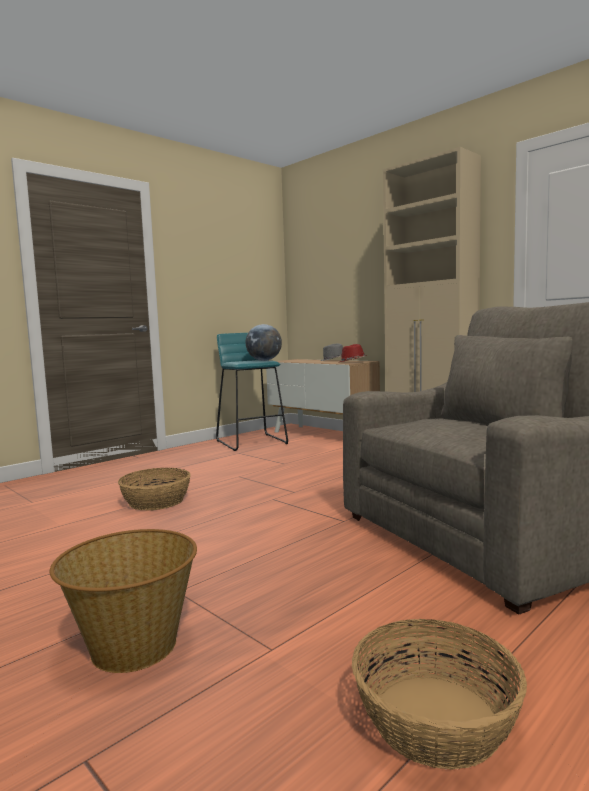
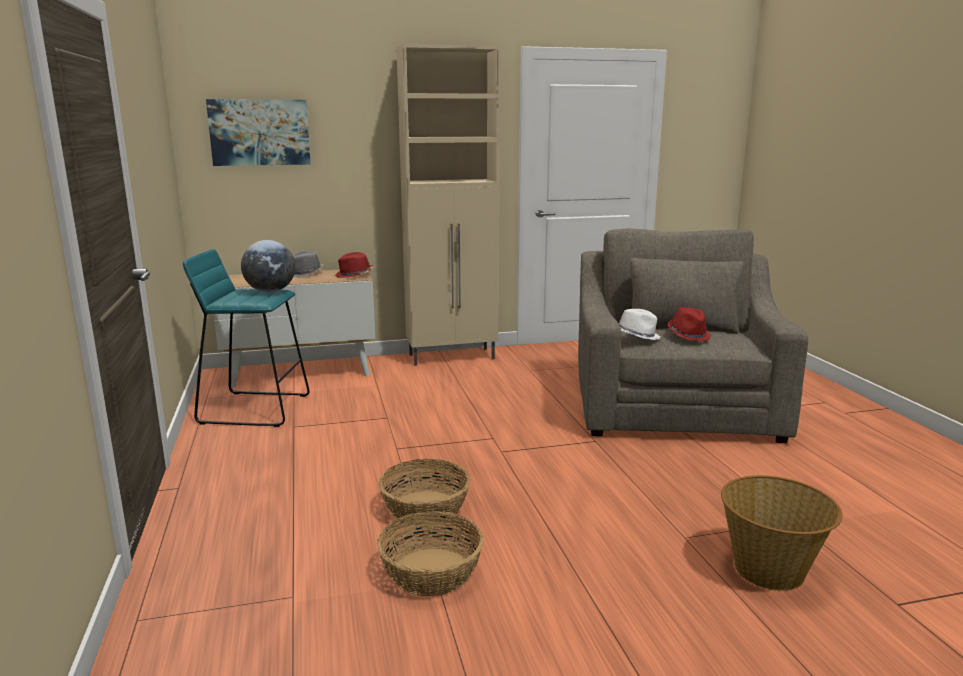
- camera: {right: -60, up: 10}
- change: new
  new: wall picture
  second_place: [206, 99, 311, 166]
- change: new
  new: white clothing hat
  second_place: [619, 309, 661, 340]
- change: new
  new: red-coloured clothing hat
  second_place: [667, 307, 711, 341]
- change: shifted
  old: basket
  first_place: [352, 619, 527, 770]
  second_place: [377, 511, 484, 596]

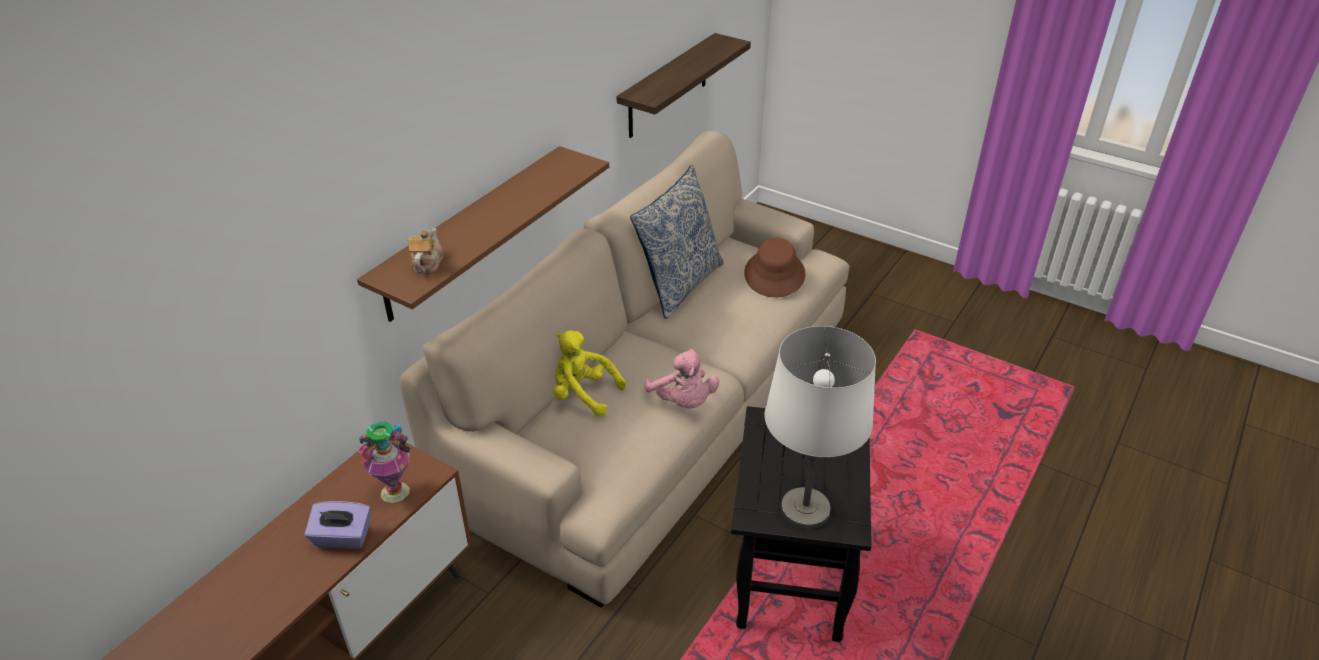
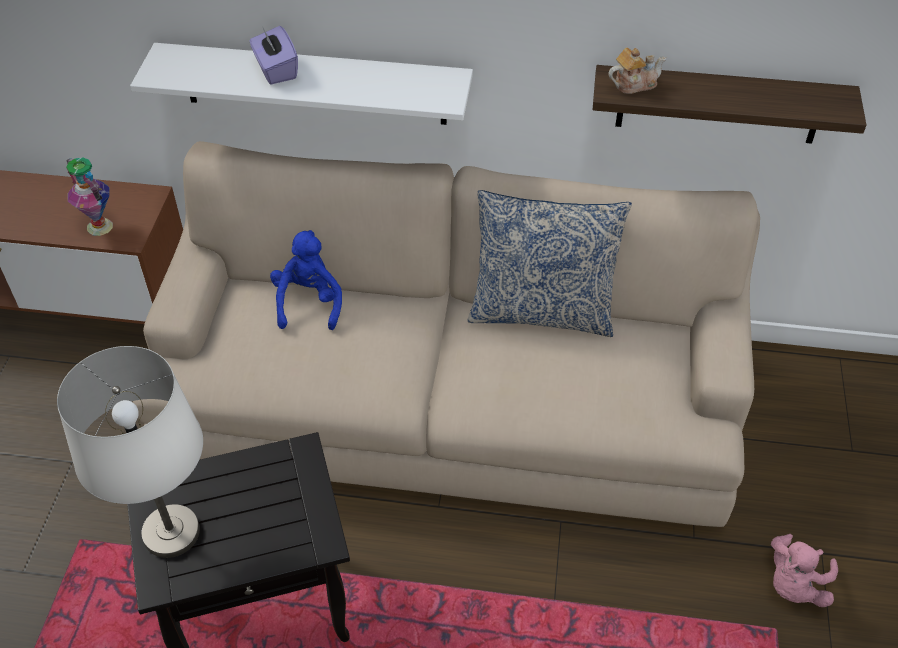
- camera: {right: 65, up: 10}
- change: gone
  old: brown-coloured clothing hat
  first_place: [744, 238, 806, 297]
- change: shifted
  old: purple tissue holder
  first_place: [305, 501, 371, 549]
  second_place: [250, 26, 298, 84]
- change: shifted
  old: pot for tea
  first_place: [409, 227, 444, 274]
  second_place: [608, 48, 666, 94]
- change: shifted
  old: pink-coloured plush toy
  first_place: [644, 349, 719, 409]
  second_place: [771, 534, 838, 607]
- change: repainted
  old: brown-coloured wall shelf
  new: white wall shelf
  first_place: [357, 146, 609, 322]
  second_place: [130, 43, 473, 125]
- change: repainted
  old: yellowish plush toy
  new: bluish plush toy
  first_place: [553, 330, 626, 417]
  second_place: [270, 230, 342, 330]

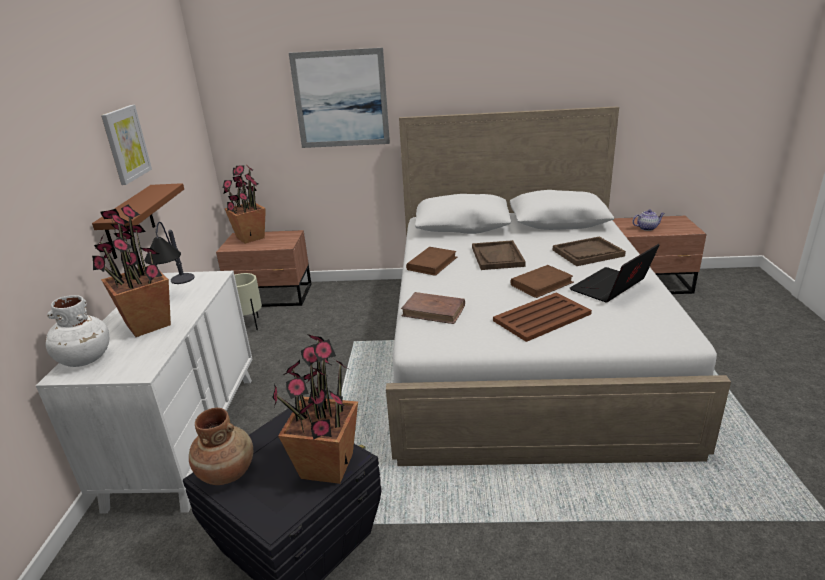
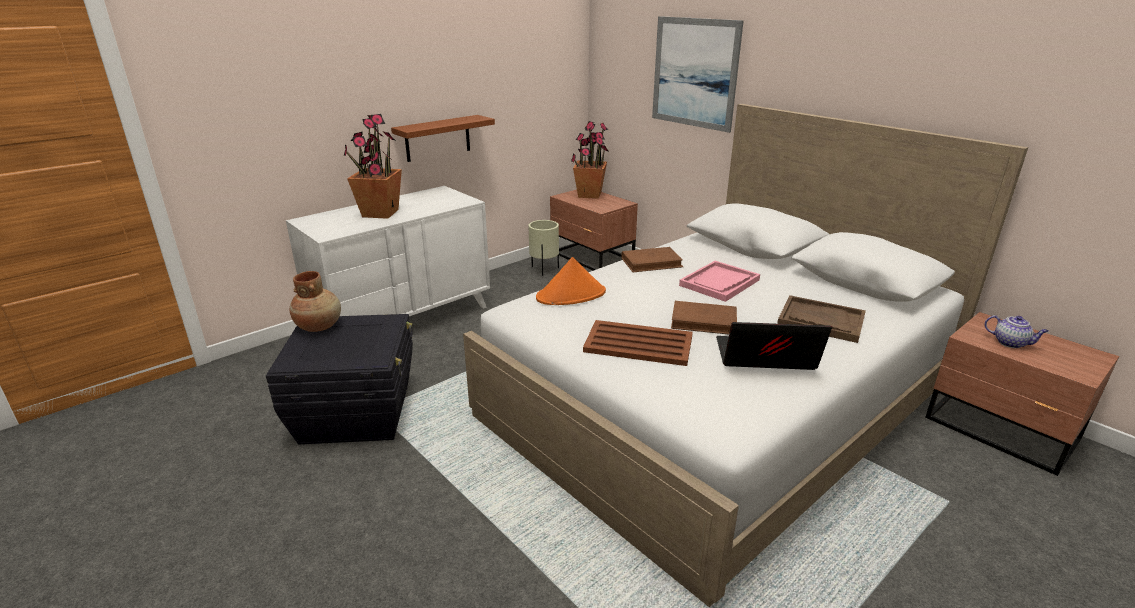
- camera: {right: 45, up: 0}
- change: gone
  old: white vase
  first_place: [45, 295, 109, 367]
- change: gone
  old: wall picture
  first_place: [101, 105, 152, 185]
- change: gone
  old: table lamp
  first_place: [144, 222, 195, 284]
- change: gone
  old: houseplant
  first_place: [272, 334, 358, 484]
- change: swapped
  old: brown-coloured bound book
  new: orangey clothing hat
  first_place: [401, 292, 465, 324]
  second_place: [536, 257, 606, 305]
- change: repainted
  old: brown-coloured carrying tray
  new: pink-coloured carrying tray
  first_place: [472, 240, 526, 270]
  second_place: [679, 261, 760, 302]

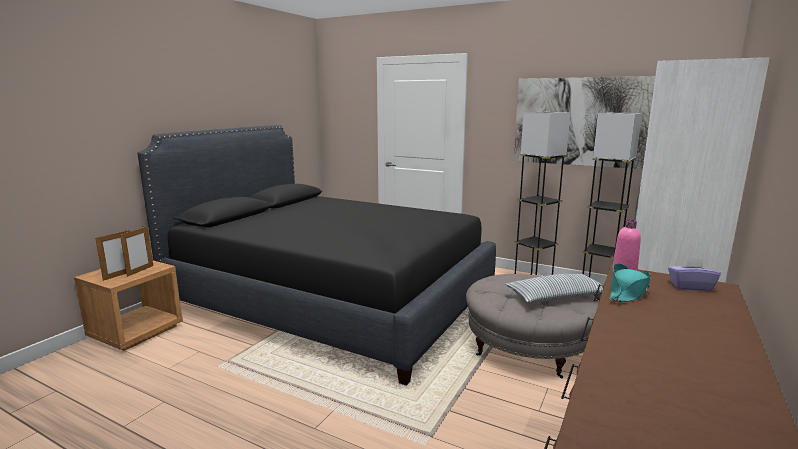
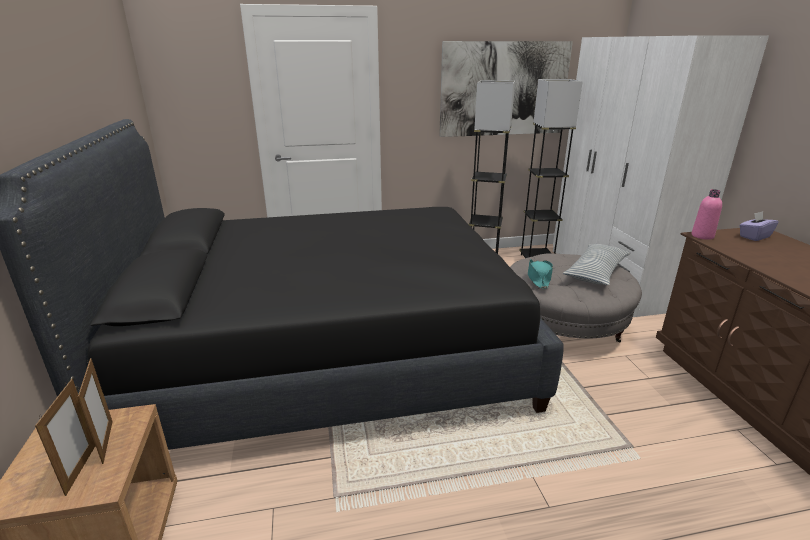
- camera: {right: -40, up: 10}
- change: shifted
  old: turquoise clothing hat
  first_place: [609, 263, 651, 302]
  second_place: [528, 259, 553, 289]

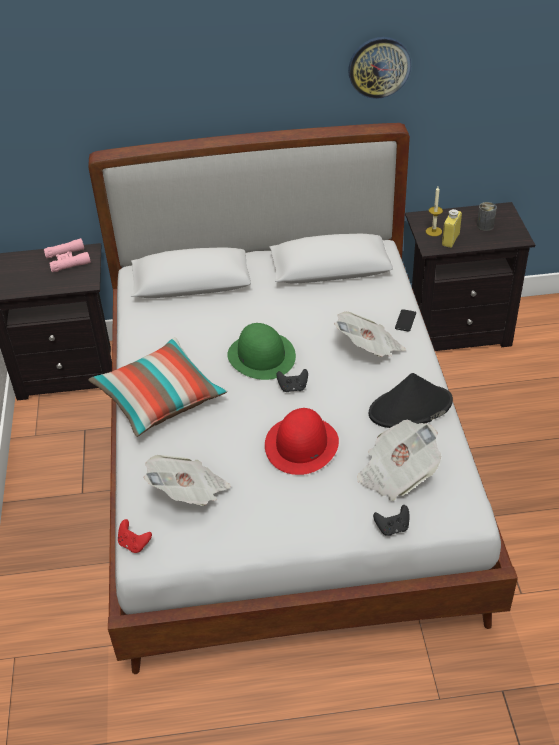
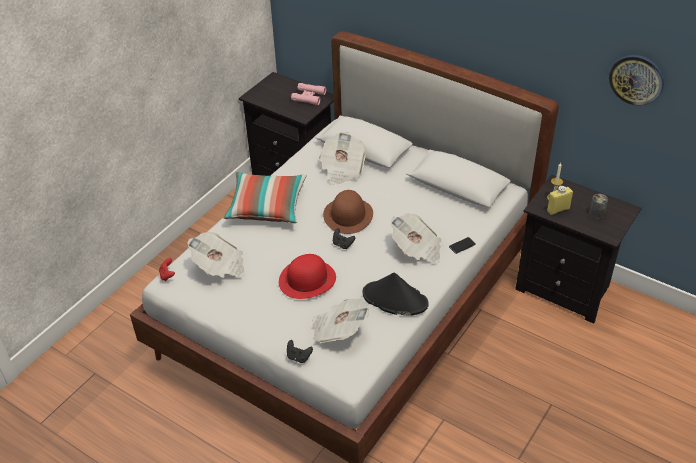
- camera: {right: 40, up: 0}
- change: new
  new: newspaper
  second_place: [319, 132, 367, 185]
- change: shifted
  old: wall clock
  first_place: [348, 37, 411, 99]
  second_place: [609, 55, 664, 106]
- change: repainted
  old: green clothing hat
  new: brown-coloured clothing hat
  first_place: [227, 323, 296, 380]
  second_place: [323, 190, 373, 234]

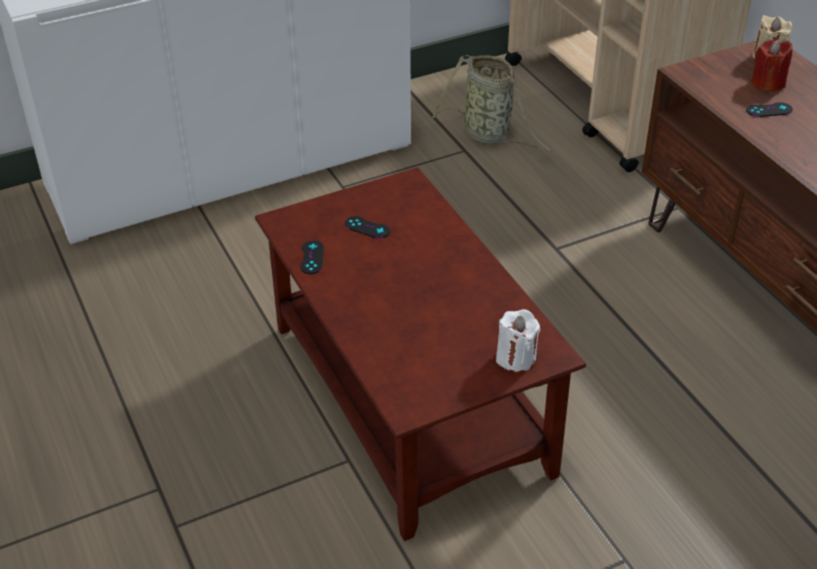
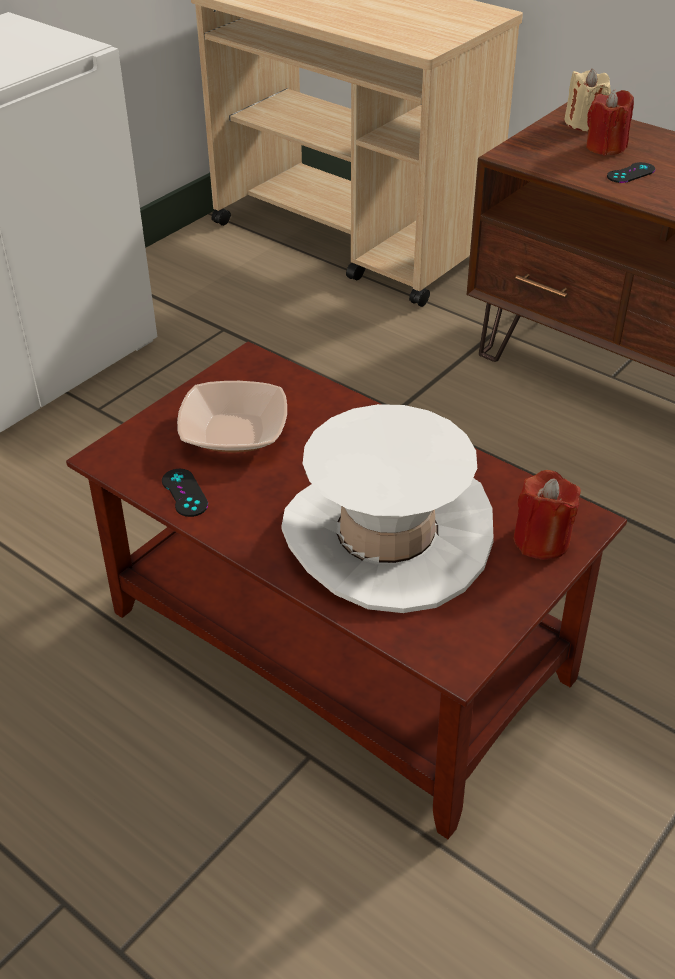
- camera: {right: -25, up: 0}
- change: gone
  old: basket
  first_place: [433, 55, 552, 152]
- change: new
  new: white clothing hat
  second_place: [281, 404, 494, 613]
- change: swapped
  old: black-coloured joypad
  new: deep dish
  first_place: [345, 216, 390, 239]
  second_place: [177, 381, 287, 453]
- change: repainted
  old: white candle
  new: red-coloured candle
  first_place: [496, 309, 541, 372]
  second_place: [514, 470, 581, 560]

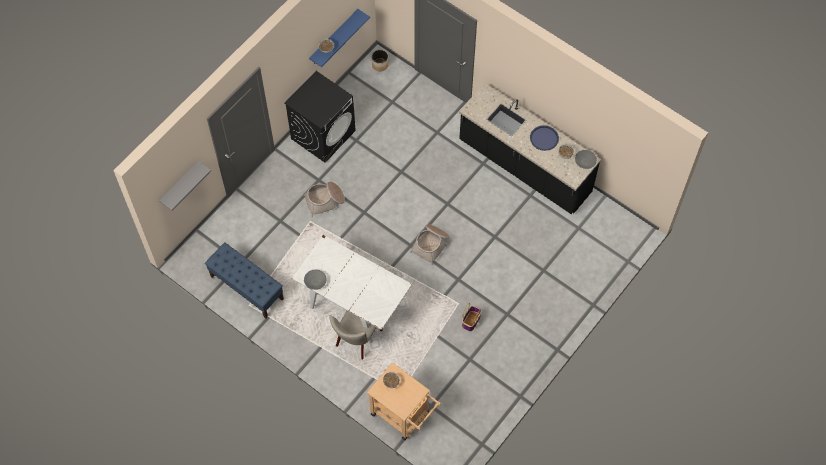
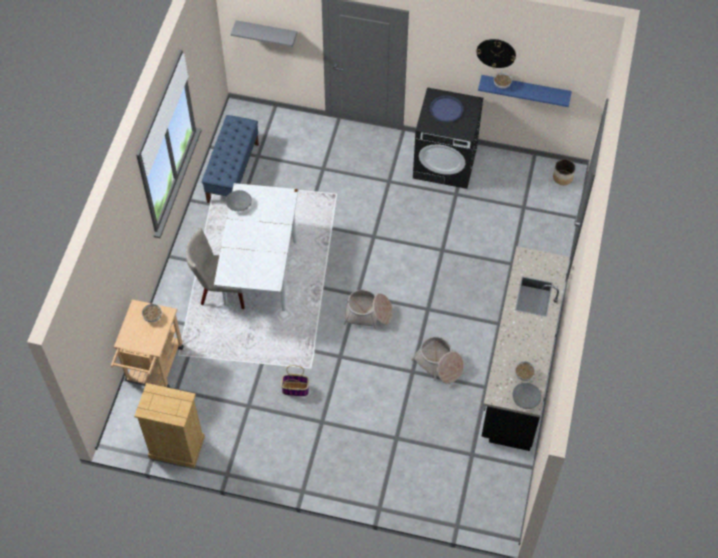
- camera: {right: 65, up: -5}
- change: new
  new: beige-coloured dresser
  second_place: [134, 383, 205, 468]
- change: new
  new: wall clock
  second_place: [476, 39, 516, 68]
- change: shifted
  old: basket
  first_place: [304, 182, 345, 217]
  second_place: [411, 336, 464, 384]
- change: shifted
  old: bluish carrying tray
  first_place: [530, 125, 559, 151]
  second_place: [430, 96, 464, 122]

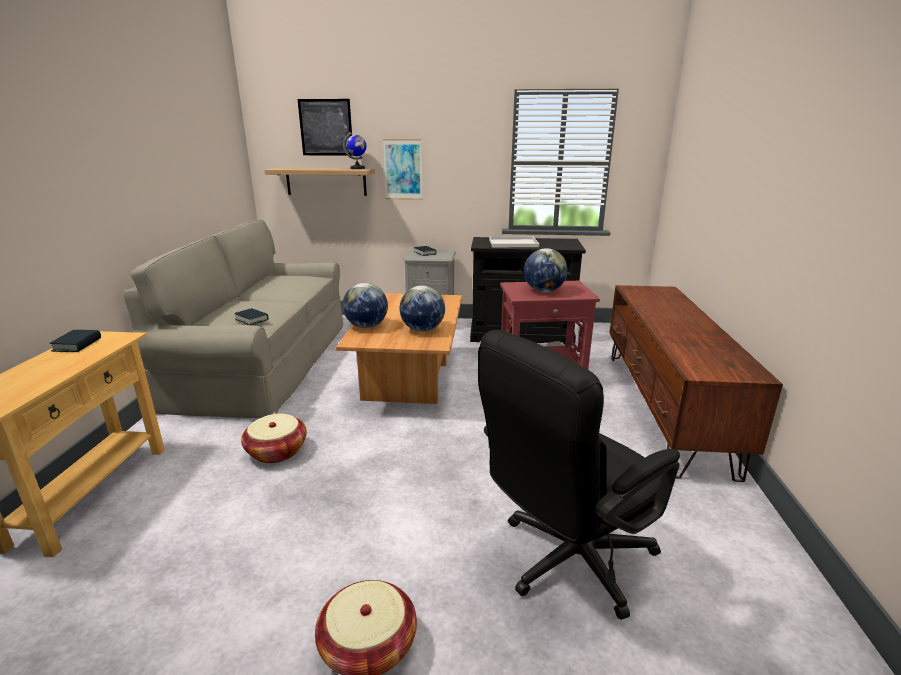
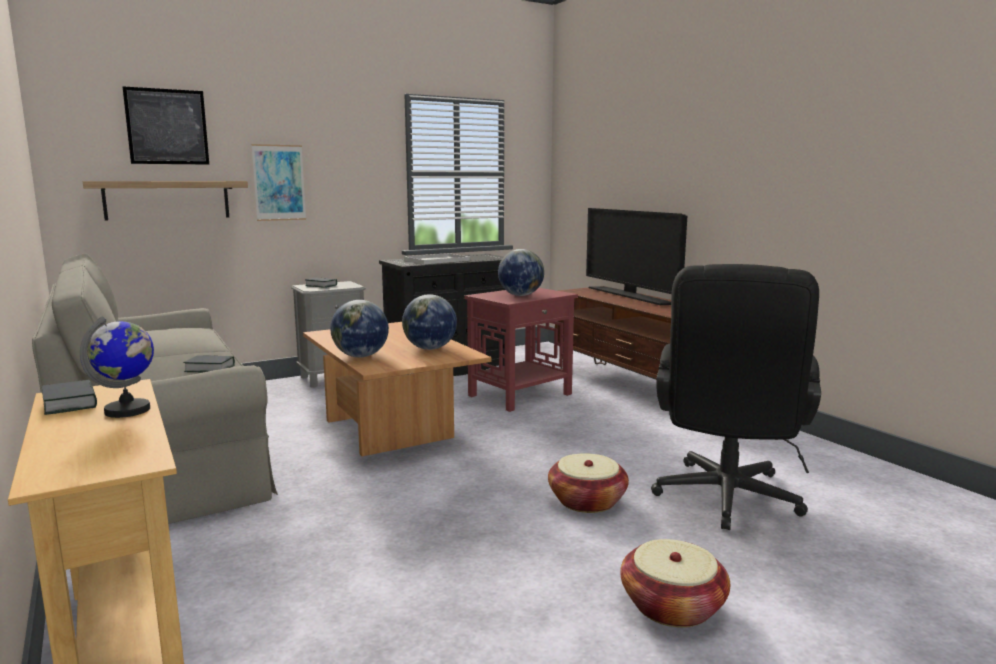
- camera: {right: -35, up: -10}
- change: new
  new: TV set
  second_place: [586, 208, 687, 305]
- change: shifted
  old: basket
  first_place: [241, 414, 307, 463]
  second_place: [548, 453, 629, 513]
- change: shifted
  old: globe
  first_place: [343, 132, 366, 169]
  second_place: [80, 316, 154, 418]

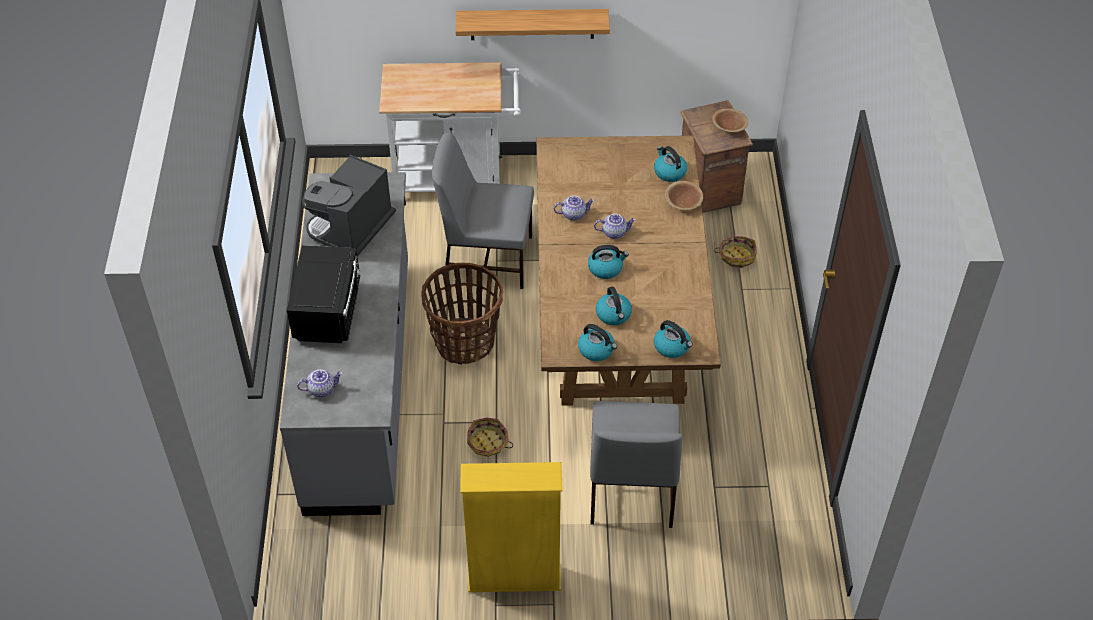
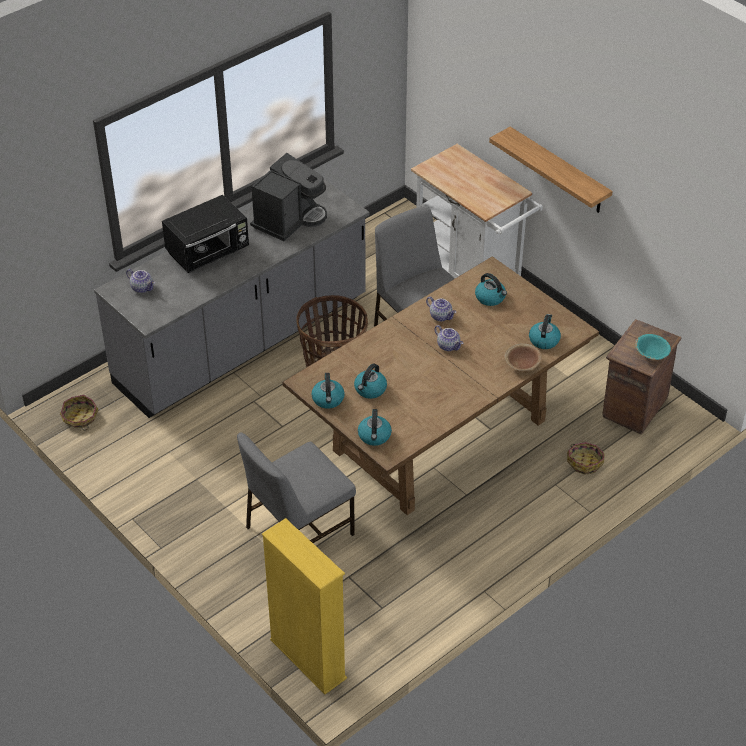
- camera: {right: 50, up: -5}
- change: shifted
  old: yellowish bookshelf
  first_place: [460, 462, 562, 592]
  second_place: [262, 518, 347, 694]
- change: shifted
  old: basket
  first_place: [467, 418, 513, 457]
  second_place: [60, 395, 98, 431]
- change: shifted
  old: water kettle
  first_place: [588, 245, 629, 279]
  second_place: [475, 273, 507, 306]
- change: repainted
  old: brown-coloured deep dish
  new: turquoise deep dish
  first_place: [712, 109, 748, 133]
  second_place: [635, 334, 671, 360]
- change: rotated
  old: coffee maker
  first_place: [302, 155, 396, 257]
  second_place: [250, 153, 327, 241]
  degrees: 135

